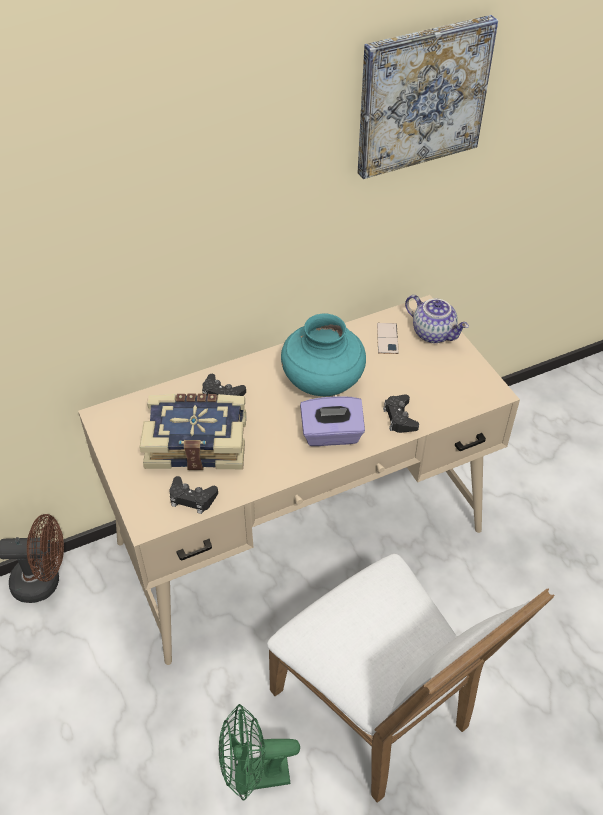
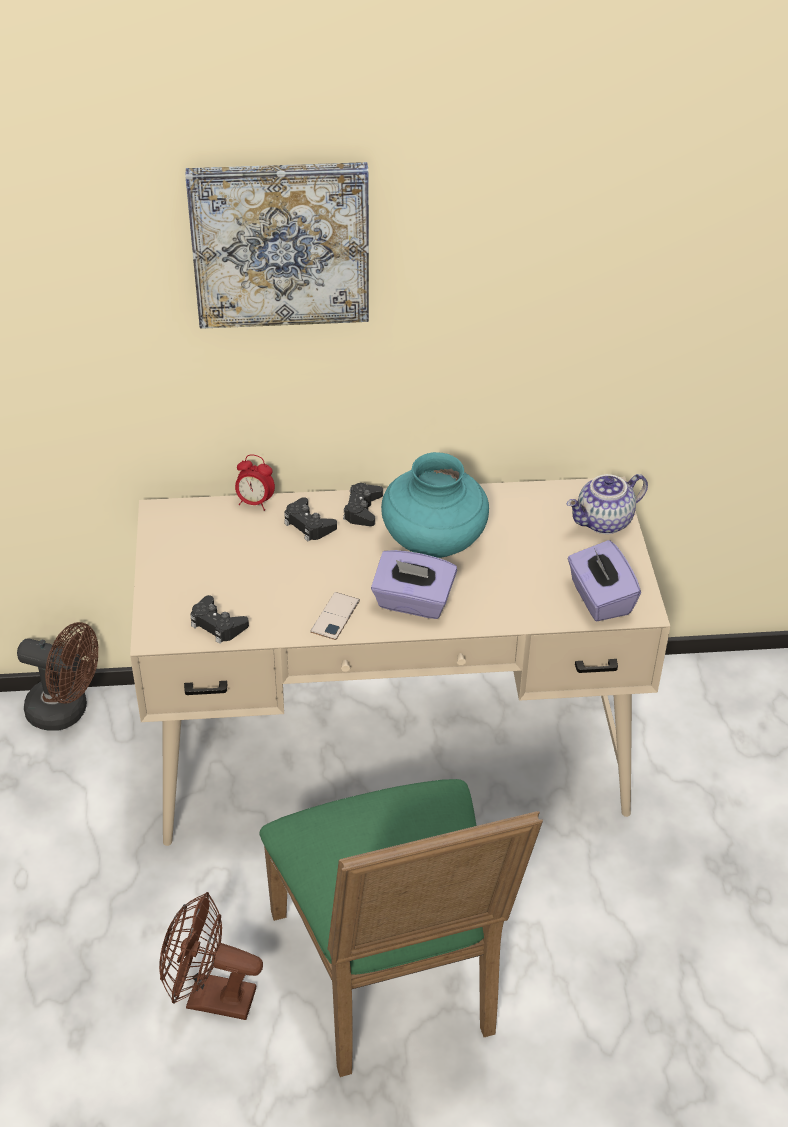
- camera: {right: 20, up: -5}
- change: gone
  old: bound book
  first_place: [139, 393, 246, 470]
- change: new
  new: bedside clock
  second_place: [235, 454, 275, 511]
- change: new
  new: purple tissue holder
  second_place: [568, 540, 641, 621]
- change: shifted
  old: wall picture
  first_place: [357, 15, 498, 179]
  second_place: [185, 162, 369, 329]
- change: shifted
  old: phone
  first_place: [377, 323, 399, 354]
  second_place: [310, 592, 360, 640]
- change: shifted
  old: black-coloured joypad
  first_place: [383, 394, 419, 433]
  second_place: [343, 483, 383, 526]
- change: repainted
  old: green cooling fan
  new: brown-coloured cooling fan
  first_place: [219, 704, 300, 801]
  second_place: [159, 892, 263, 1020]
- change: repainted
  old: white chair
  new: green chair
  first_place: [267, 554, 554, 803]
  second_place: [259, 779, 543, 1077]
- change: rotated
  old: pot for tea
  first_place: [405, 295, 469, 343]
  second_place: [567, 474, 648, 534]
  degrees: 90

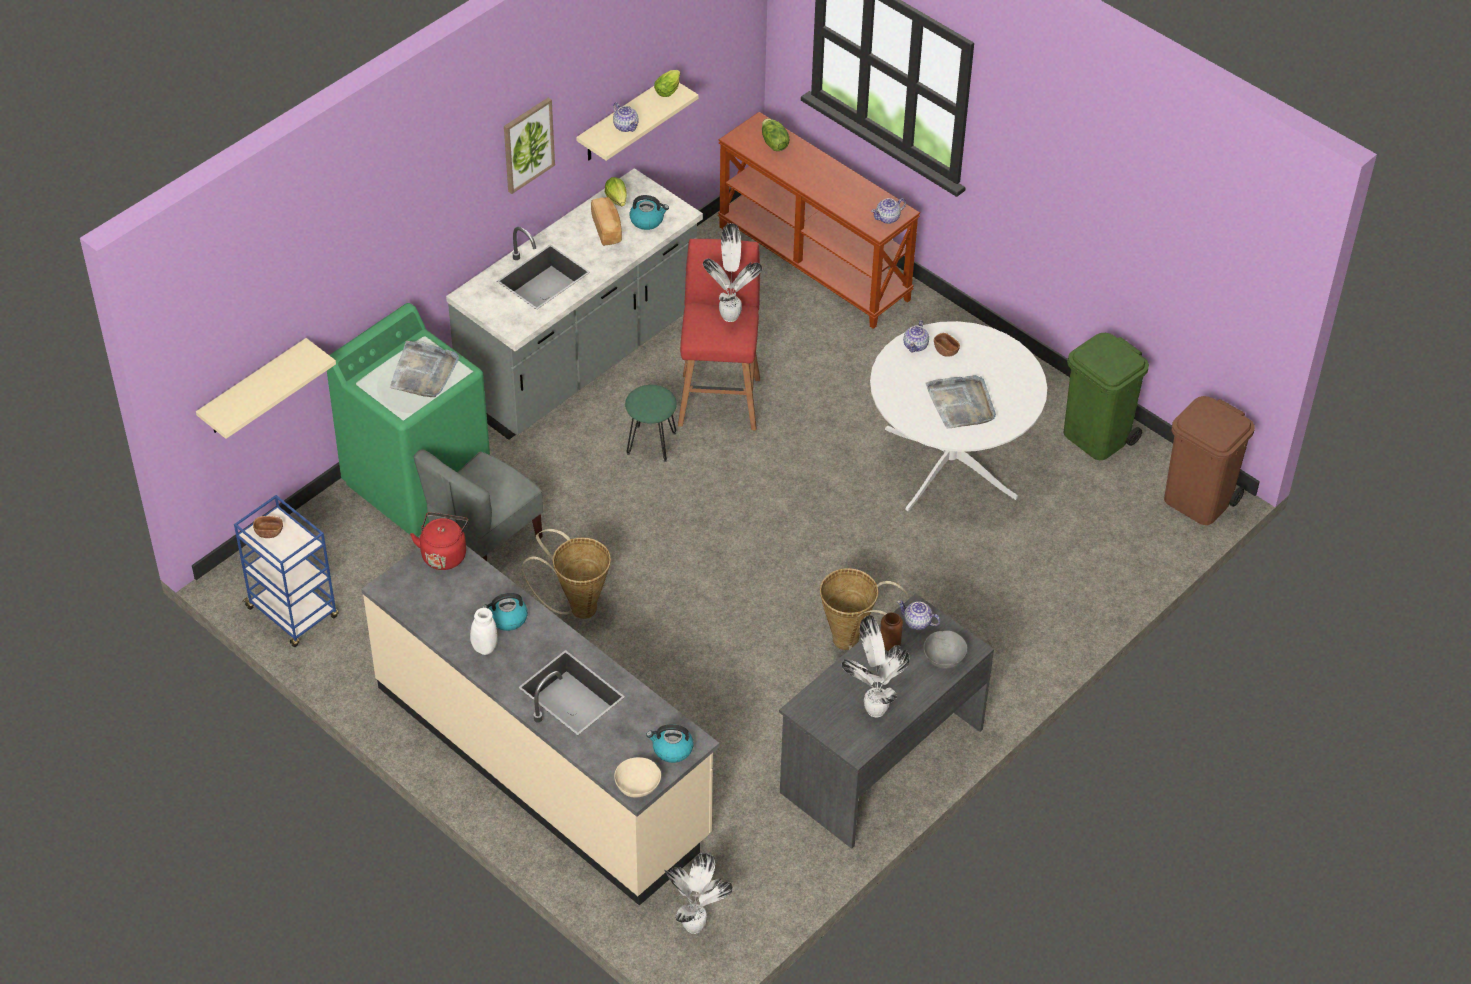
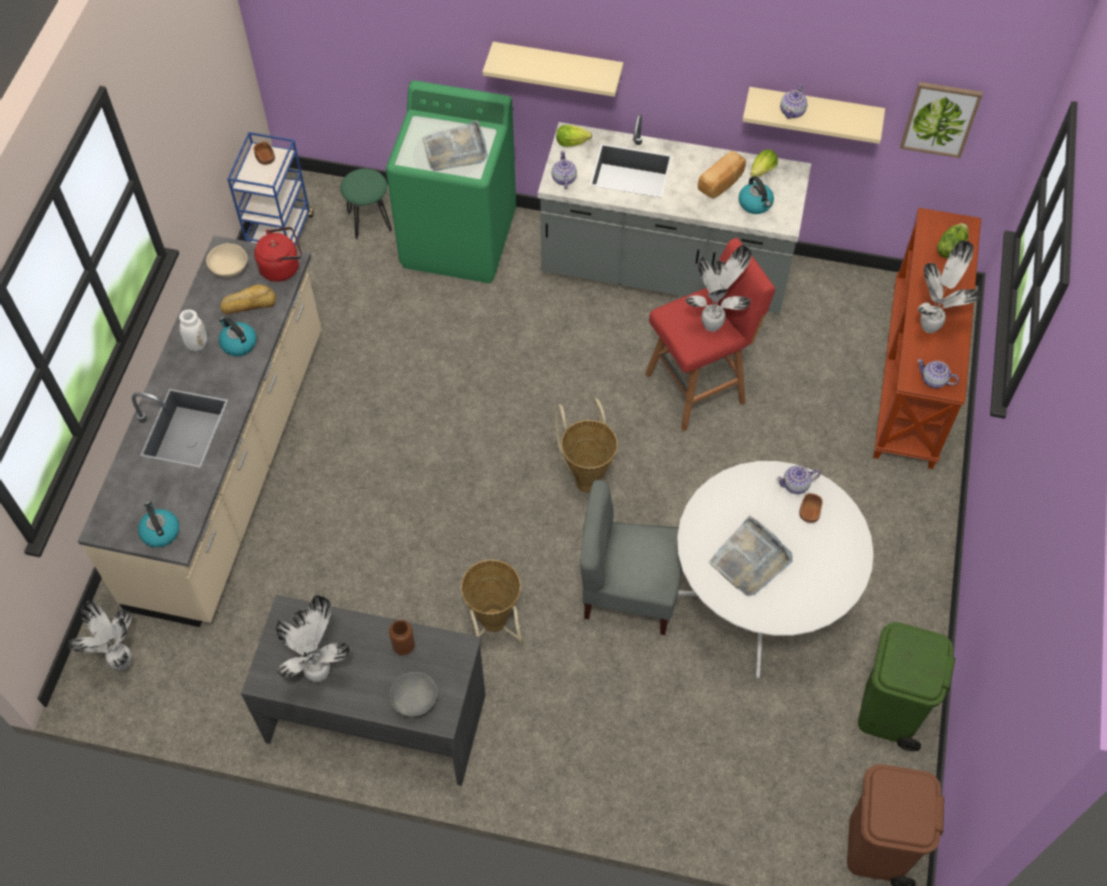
- camera: {right: 60, up: 10}
- change: new
  new: baked bread
  second_place: [220, 285, 276, 314]
- change: new
  new: houseplant
  second_place: [918, 241, 980, 333]
- change: shifted
  old: beige-coloured wall shelf
  first_place: [196, 338, 336, 439]
  second_place: [482, 42, 623, 97]
- change: shifted
  old: greyish chair
  first_place: [414, 449, 543, 561]
  second_place: [580, 480, 682, 635]
- change: shifted
  old: wall picture
  first_place: [504, 98, 555, 194]
  second_place: [900, 82, 983, 158]
- change: shifted
  old: basket
  first_place: [522, 529, 611, 619]
  second_place: [555, 398, 618, 493]
- change: shifted
  old: beige-coloured deep dish
  first_place: [614, 757, 661, 798]
  second_place: [206, 243, 247, 277]
- change: shifted
  old: green sitting stool
  first_place: [625, 385, 677, 462]
  second_place: [340, 168, 392, 240]
- change: shifted
  old: lettuce head
  first_place: [654, 70, 680, 97]
  second_place: [556, 125, 592, 147]
- change: shifted
  old: pot for tea
  first_place: [897, 600, 940, 630]
  second_place: [552, 151, 577, 189]

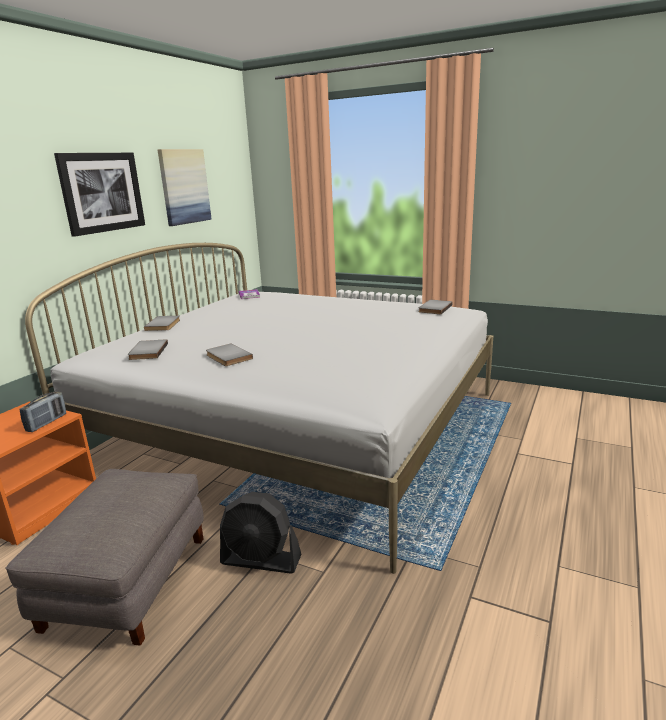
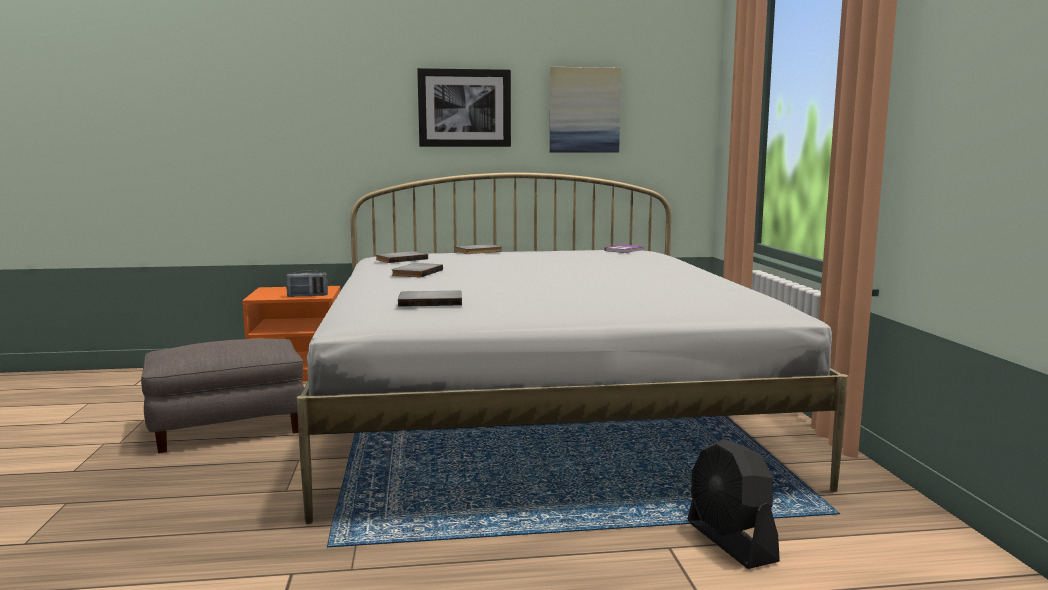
- camera: {right: 55, up: -10}
- change: shifted
  old: black-coloured cooling fan
  first_place: [220, 492, 302, 574]
  second_place: [687, 439, 780, 569]
- change: shifted
  old: greyish bound book
  first_place: [419, 300, 453, 314]
  second_place: [398, 291, 462, 307]

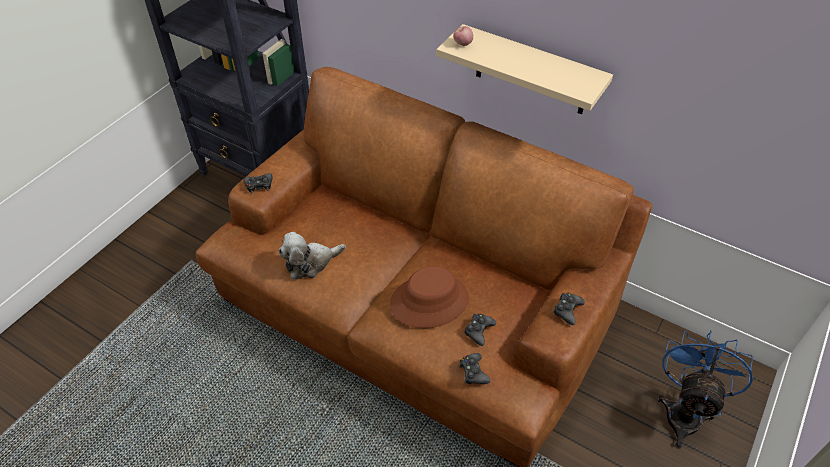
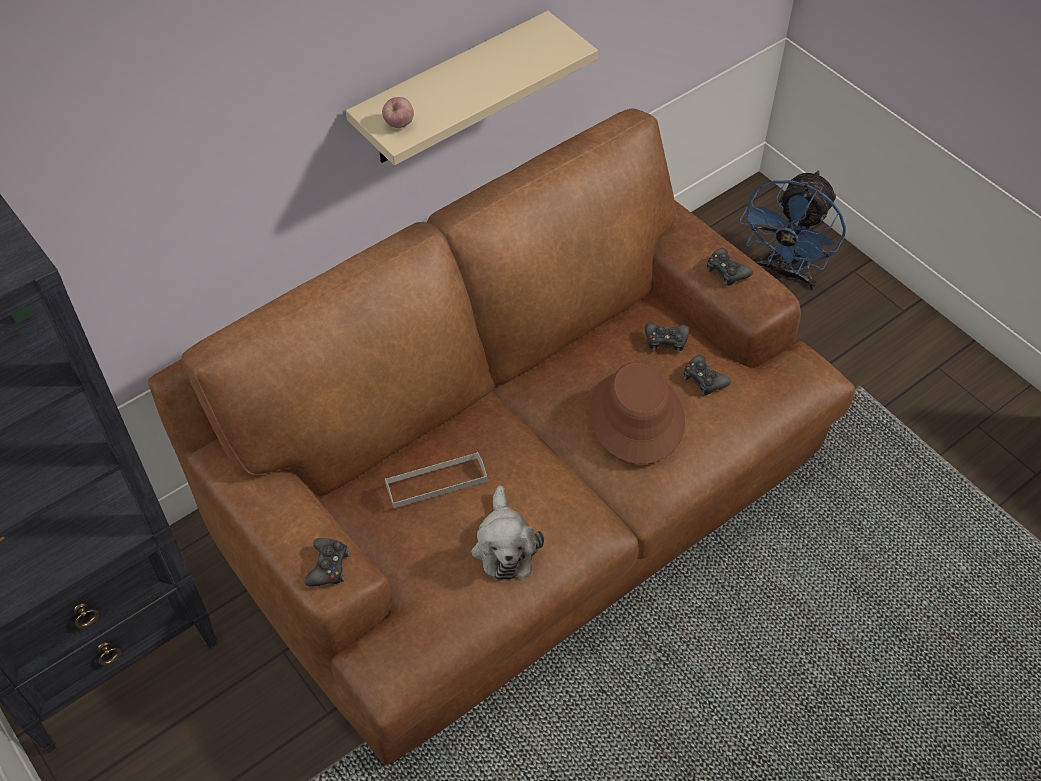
- camera: {right: -70, up: 5}
- change: new
  new: greyish carrying tray
  second_place: [385, 452, 487, 508]
- change: shifted
  old: black-coloured joypad
  first_place: [459, 353, 490, 384]
  second_place: [645, 322, 689, 354]
- change: rotated
  old: bluish cooling fan
  first_place: [657, 330, 753, 449]
  second_place: [739, 170, 846, 290]
  degrees: -105

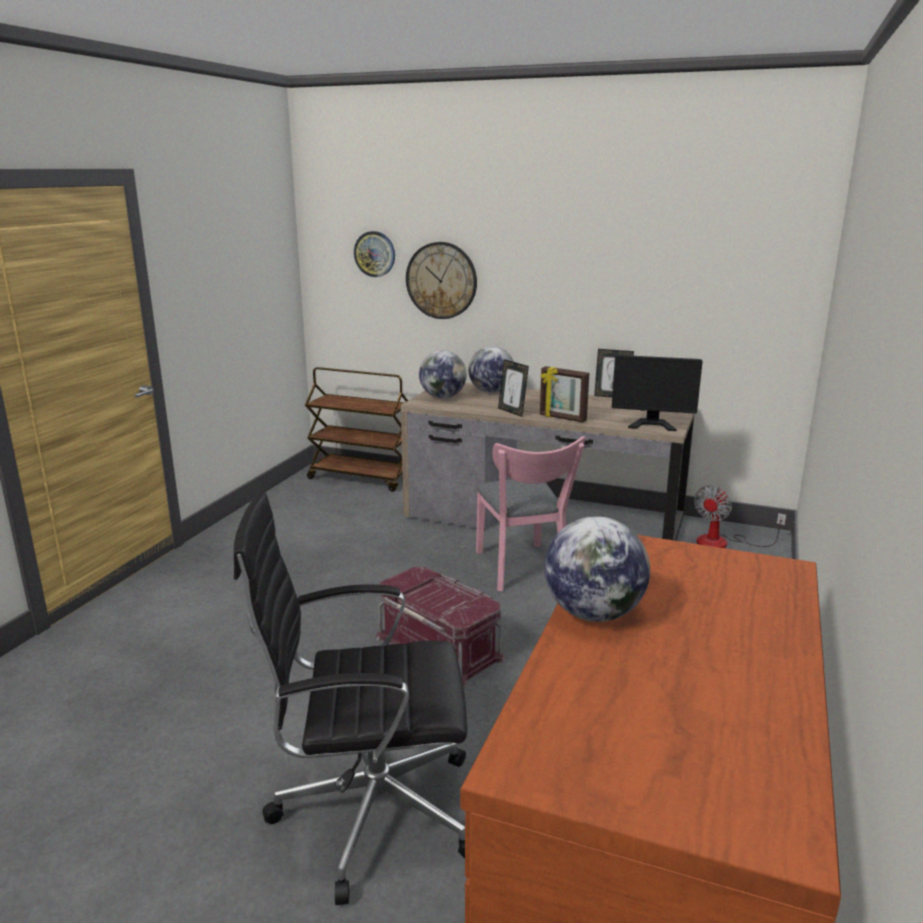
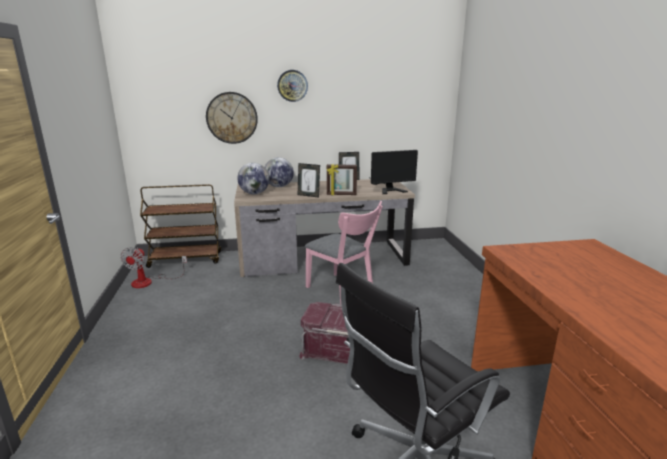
- camera: {right: -30, up: 0}
- change: gone
  old: globe
  first_place: [544, 516, 650, 622]
- change: shifted
  old: wall clock
  first_place: [354, 231, 395, 277]
  second_place: [277, 70, 308, 102]
- change: shifted
  old: cooling fan
  first_place: [694, 485, 786, 548]
  second_place: [120, 247, 187, 288]

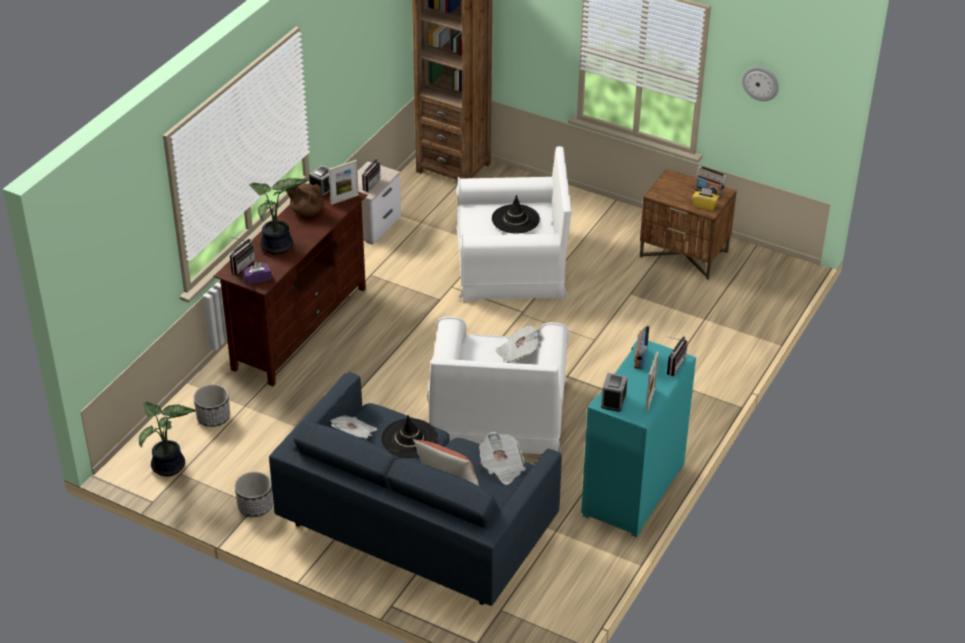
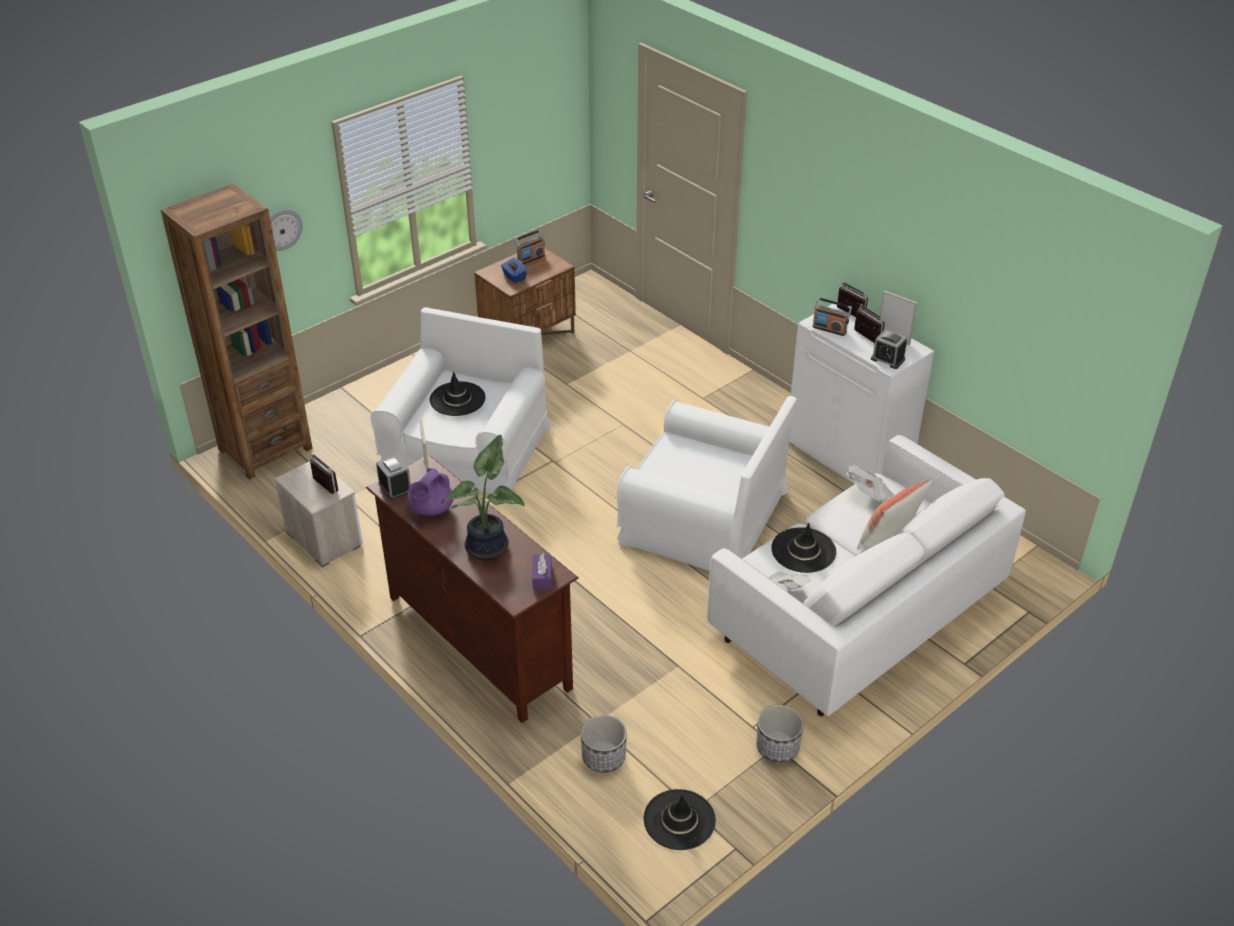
- camera: {right: -70, up: 0}
- change: gone
  old: newspaper
  first_place: [496, 325, 542, 363]
- change: gone
  old: yellowish tissue holder
  first_place: [692, 187, 719, 210]
- change: new
  new: bluish tissue holder
  second_place: [501, 258, 527, 283]
- change: shifted
  old: radio
  first_place: [230, 237, 255, 274]
  second_place: [854, 304, 885, 343]
- change: shifted
  old: wall clock
  first_place: [742, 67, 779, 101]
  second_place: [270, 209, 303, 251]
- change: swapped
  old: houseplant
  new: black-coloured clothing hat
  first_place: [139, 402, 197, 477]
  second_place: [644, 789, 716, 850]
- change: repainted
  old: bluish settee
  new: white settee
  first_place: [269, 372, 562, 606]
  second_place: [707, 435, 1026, 716]
- change: repainted
  old: brown-coloured pot for tea
  new: purple pot for tea
  first_place: [286, 183, 324, 216]
  second_place: [407, 468, 453, 516]
- change: repainted
  old: turquoise cupboard
  new: white cupboard
  first_place: [581, 341, 696, 537]
  second_place: [789, 301, 934, 484]

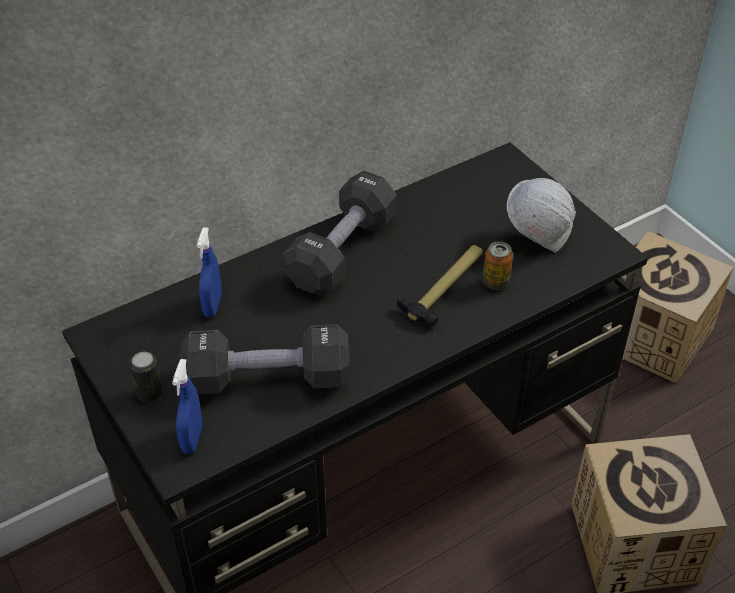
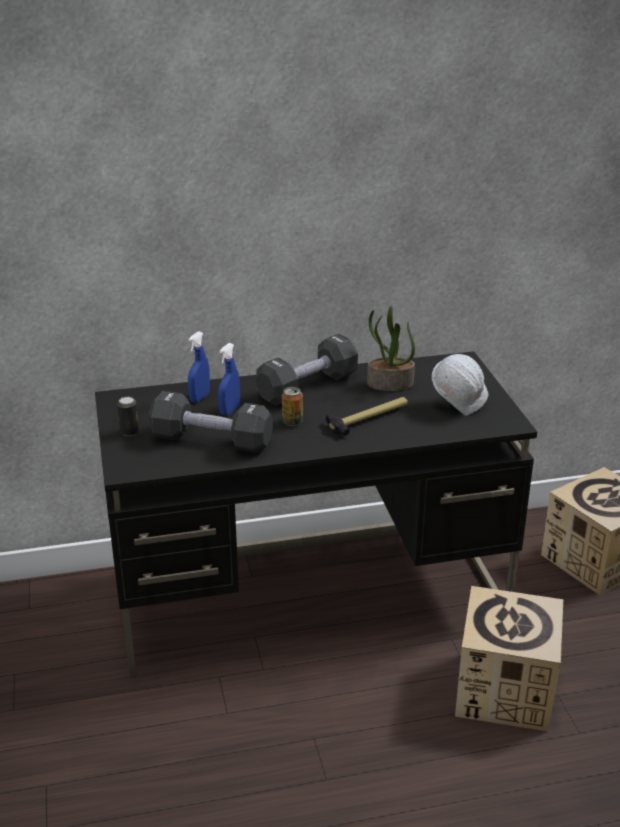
- camera: {right: 20, up: -15}
- change: new
  new: houseplant
  second_place: [367, 306, 415, 391]
- change: shifted
  old: bluish spray bottle
  first_place: [172, 359, 202, 454]
  second_place: [218, 343, 240, 415]
- change: shifted
  old: can
  first_place: [483, 241, 513, 290]
  second_place: [282, 387, 303, 426]

